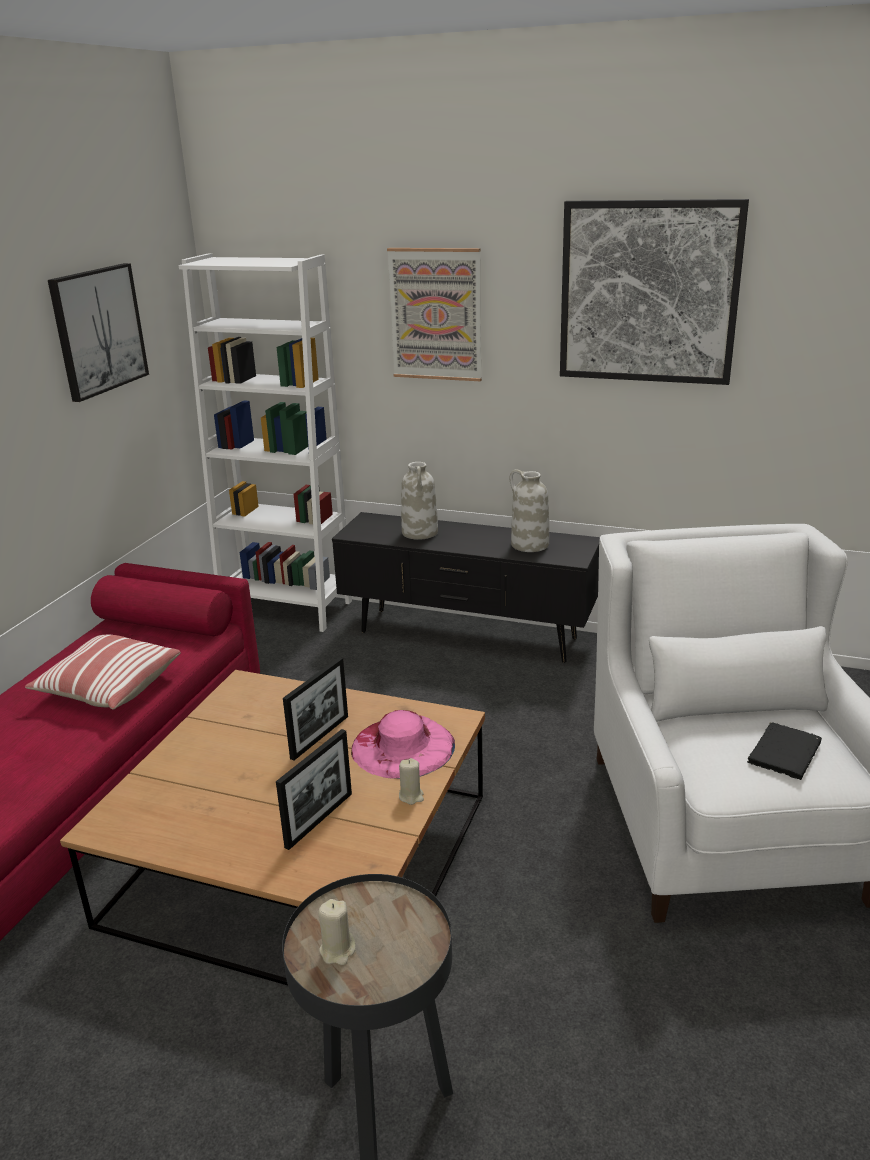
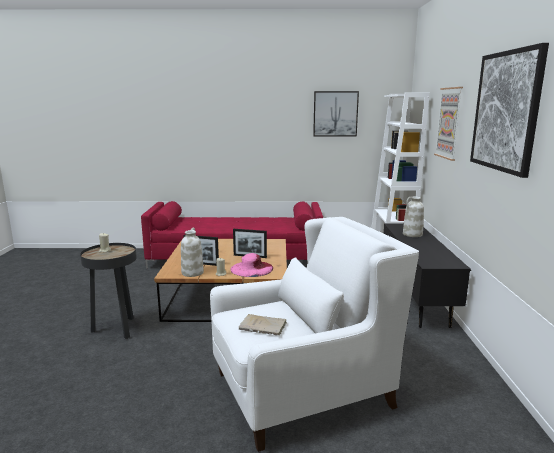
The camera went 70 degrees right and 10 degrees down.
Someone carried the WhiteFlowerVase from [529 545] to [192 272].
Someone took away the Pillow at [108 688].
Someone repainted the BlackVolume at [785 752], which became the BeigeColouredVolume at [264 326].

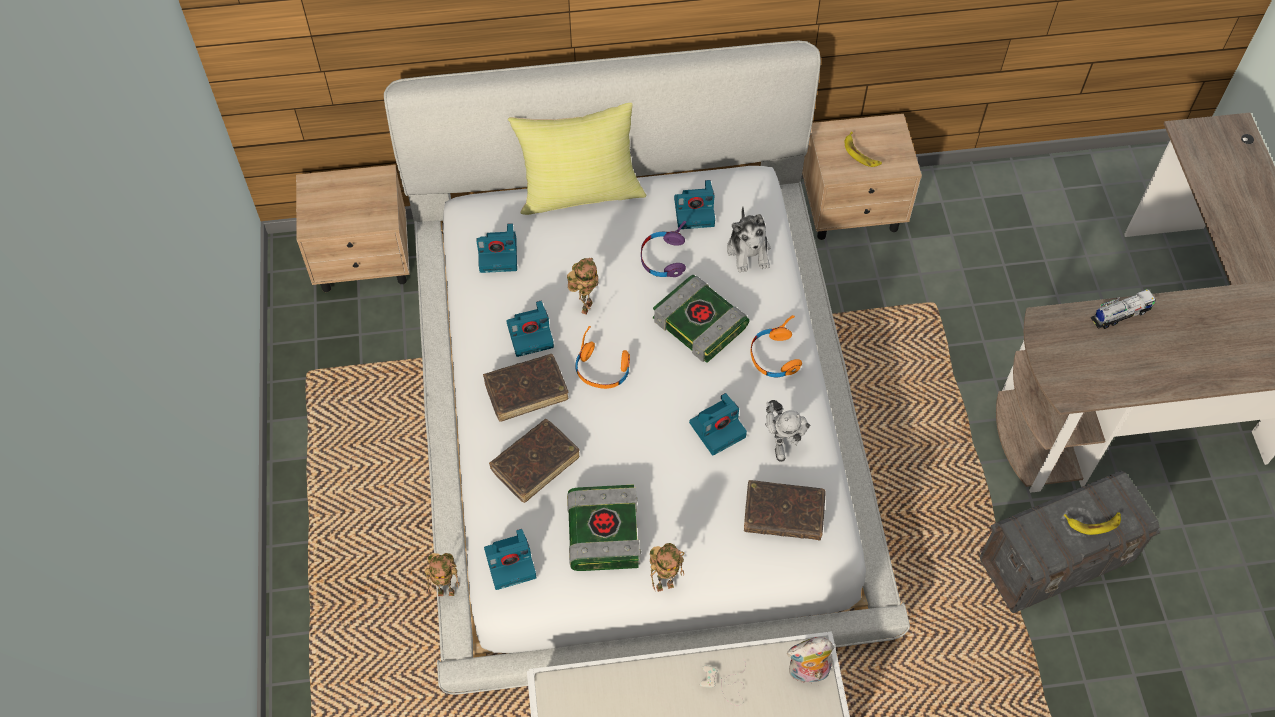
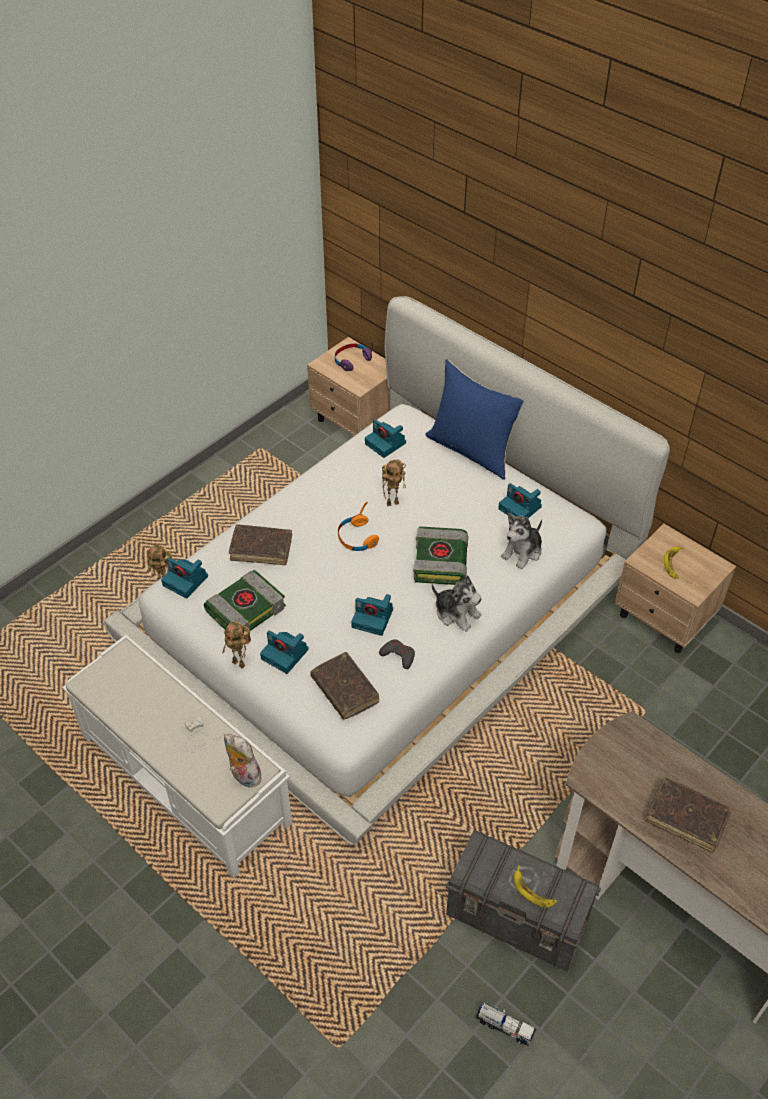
The camera went 50 degrees right and 10 degrees down.
Someone repainted the YellowishPillow at [580 192], which became the BlueColouredPillow at [472 450].
Someone carried the PurplishHeadphones from [663 259] to [352 360].
Someone carried the ModelTruck from [1120 315] to [504 1027].
Someone carried the StillCamera from [531 334] to [286 654].
Someone swapped the OrangeColouredHeadphones at [774 357] for the SoftToy at [456 613].
Someone carried the BrownColouredVolume from [526 391] to [686 818].
Someone swapped the ModelRobot at [780 440] for the GrayJoypad at [398 655].

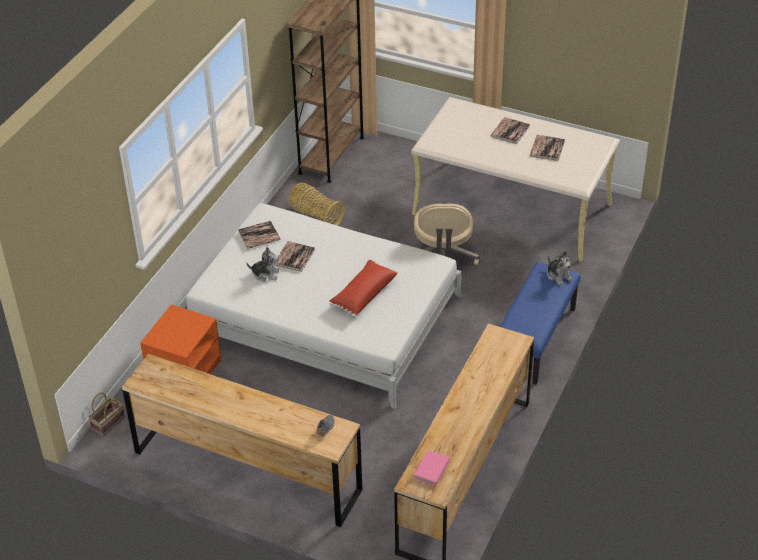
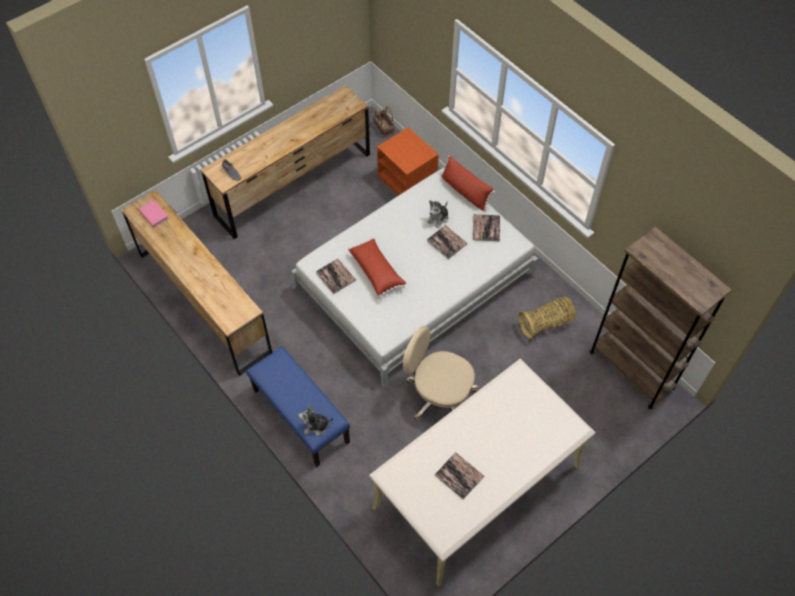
The camera went 115 degrees right and 15 degrees up.
Someone carried the Volume from [510 131] to [336 276].
Someone put down the ReddishPillow at [465 191].

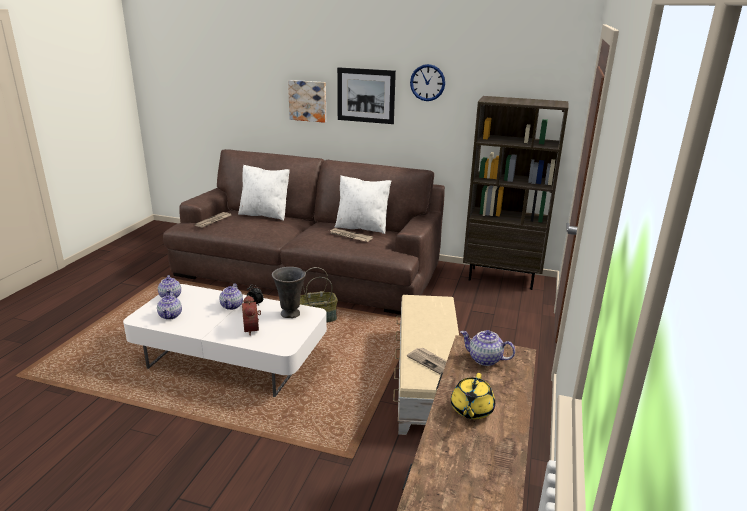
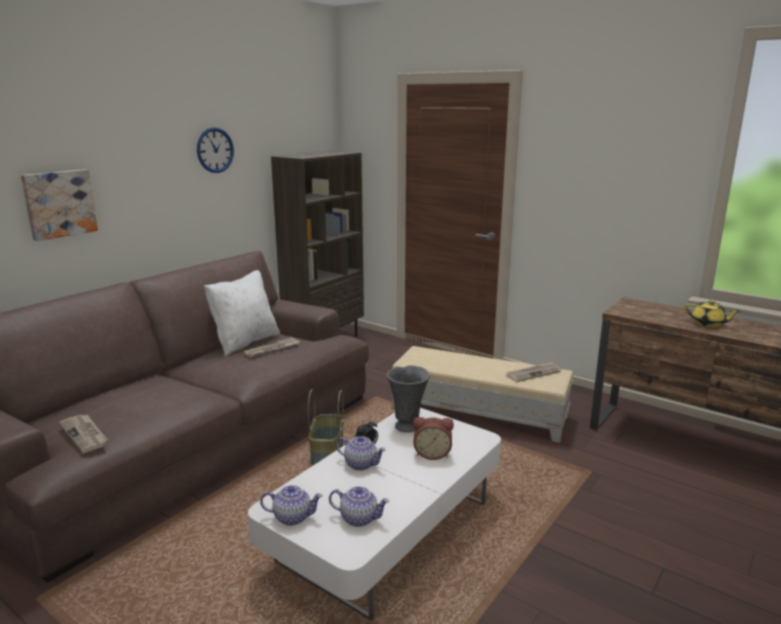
The camera went 70 degrees left and 5 degrees down.
Someone took away the Picture at [366 95].
Someone took away the WhitePillow at [265 214].
Someone took away the TeaPot at [484 359].

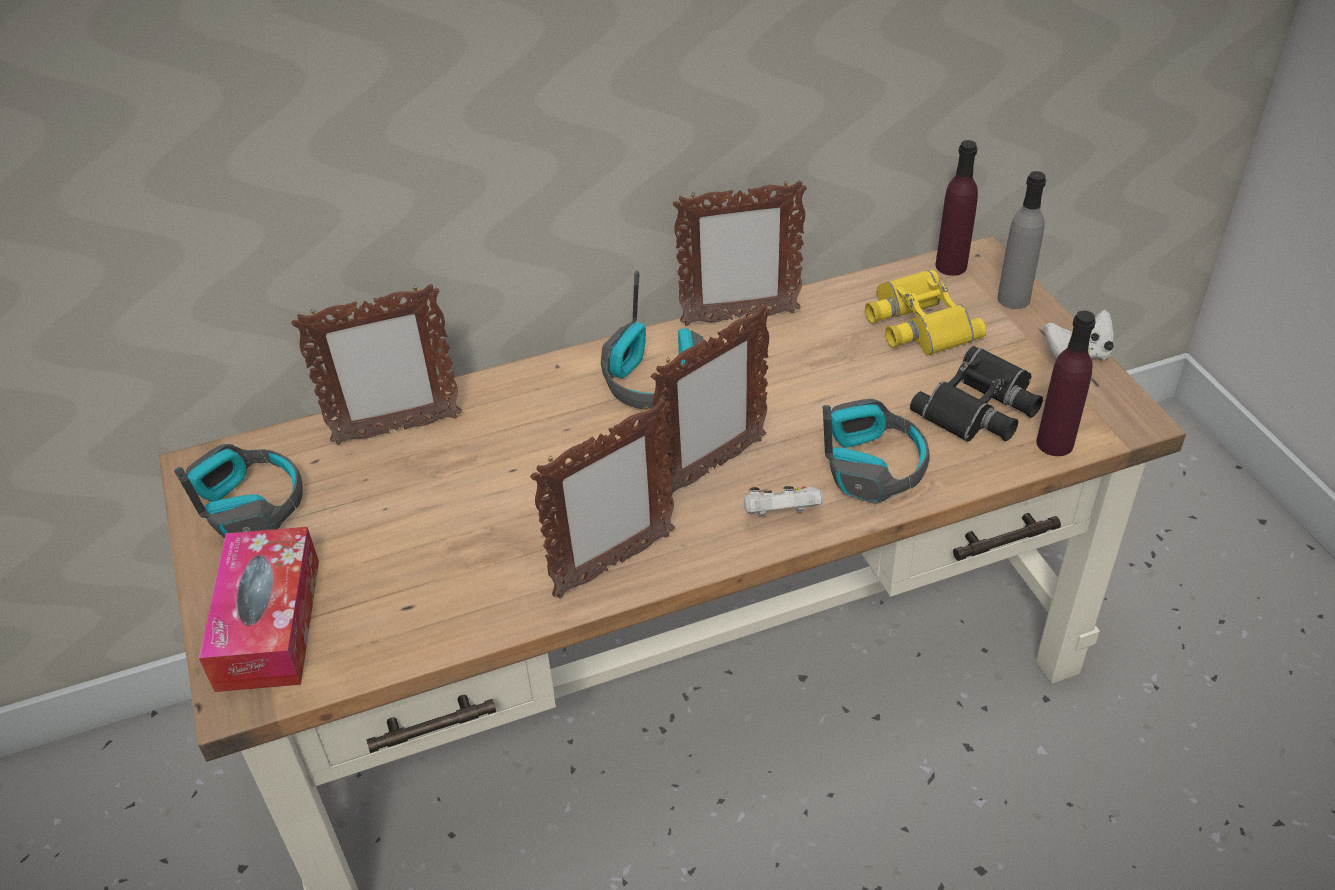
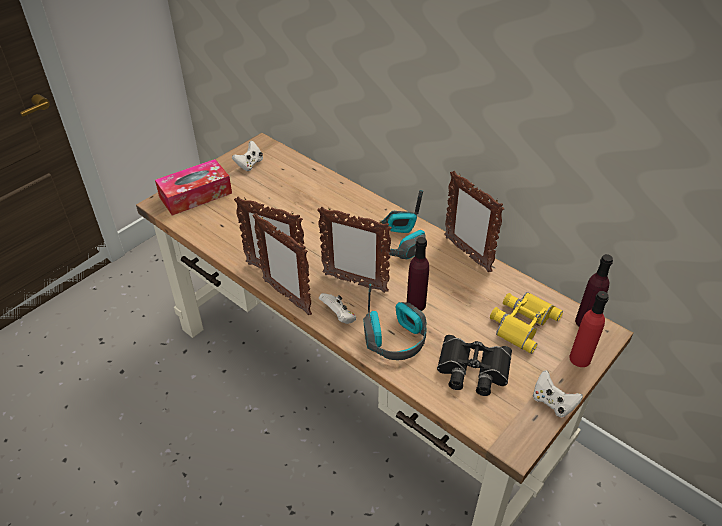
The camera went 60 degrees right and 0 degrees up.
Someone repainted the GrayBottle at [1013 299], which became the ReddishBottle at [580 358].
Someone carried the StandingFrame from [396 430] to [286 297].
Someone carried the PurplishBottle from [1055 443] to [416 304].
Someone swapped the Headphones at [250 505] for the WhiteJoypad at [249 164].

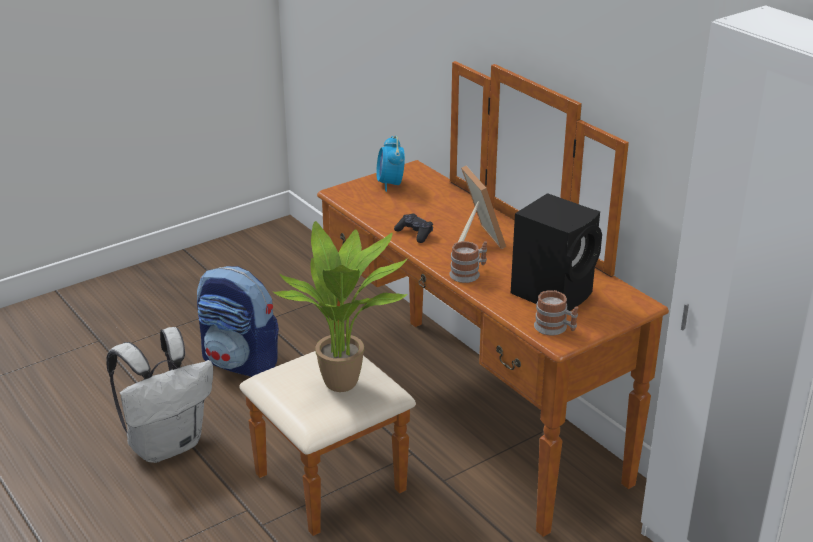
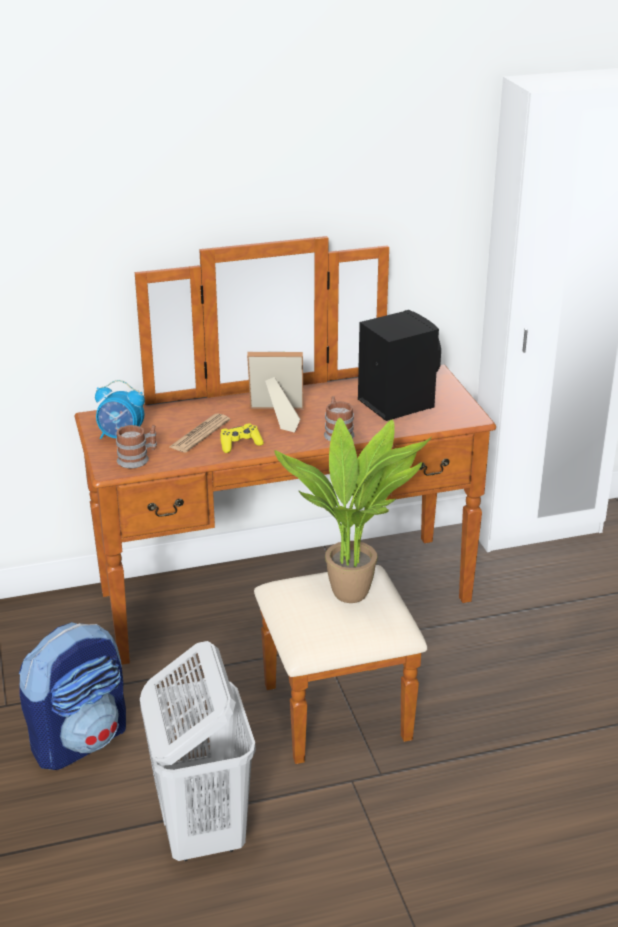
The camera went 70 degrees left and 0 degrees up.
Someone repainted the BlackJoypad at [414 233], which became the YellowishJoypad at [240 444].
Someone carried the Mug from [555 328] to [138 459].
Someone swapped the WhiteKnapsack at [167 444] for the WhiteWashingBasket at [201 830].
Someone put down the DailyPaper at [199 434].

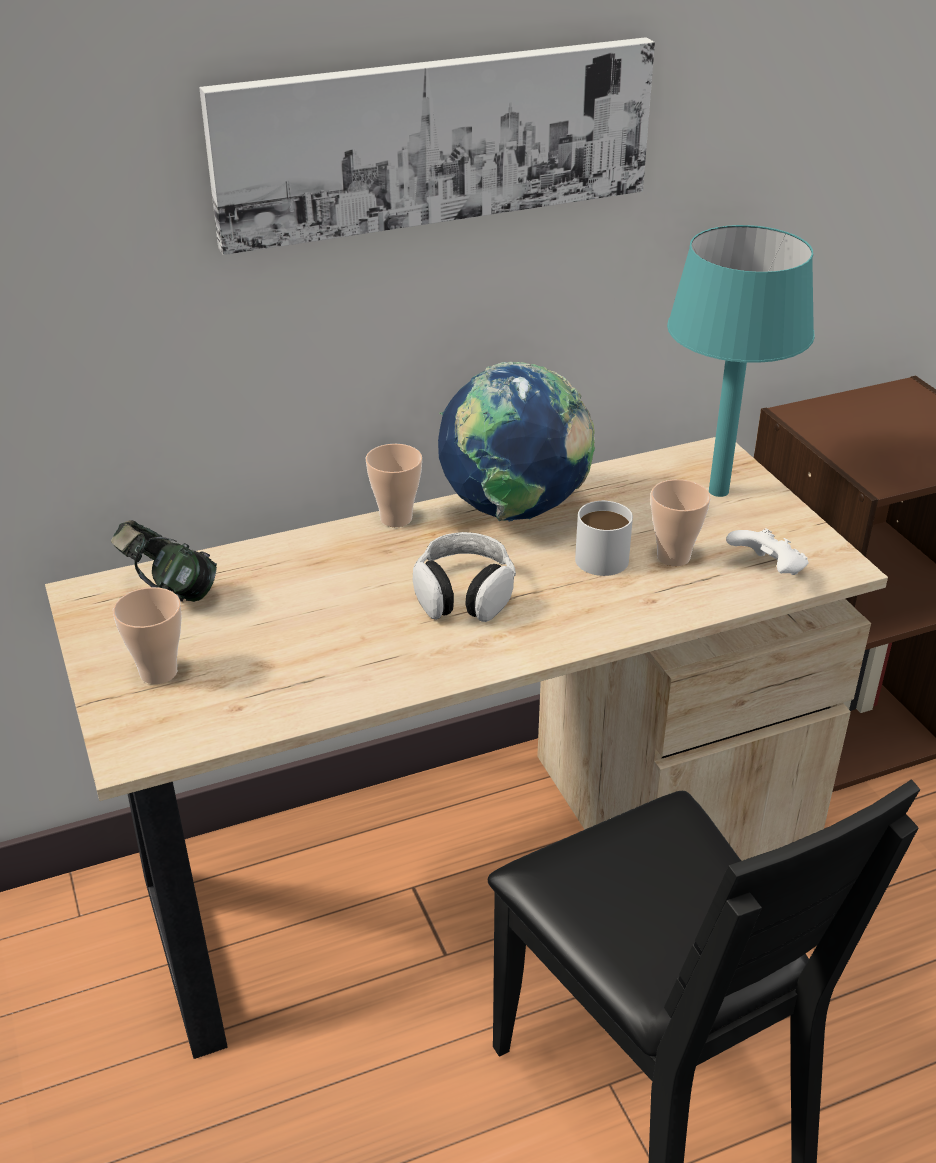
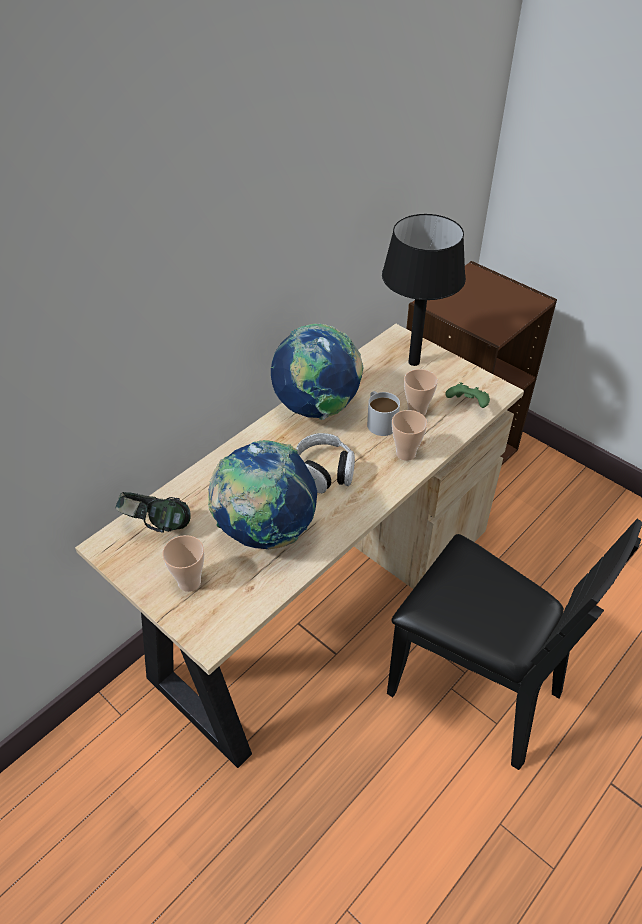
The camera went 25 degrees left and 10 degrees up.
Someone took away the Picture at [435 140].
Someone repainted the TurquoiseTabletopLamp at [719 491], which became the BlackTabletopLamp at [414 362].
Someone carried the Cup from [396 518] to [405 453].
Someone repainted the WhiteJoypad at [767 570], which became the GreenColouredJoypad at [467 405].
Someone put down the Globe at [265 531].

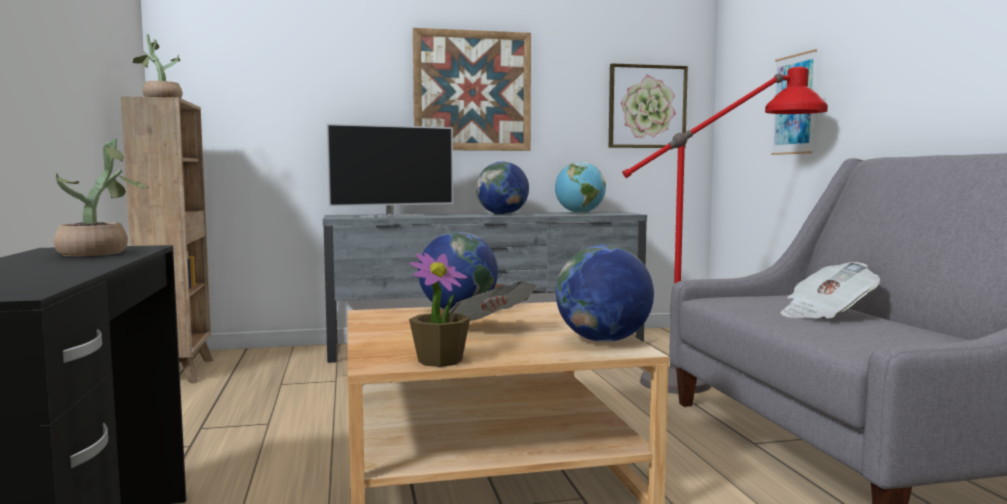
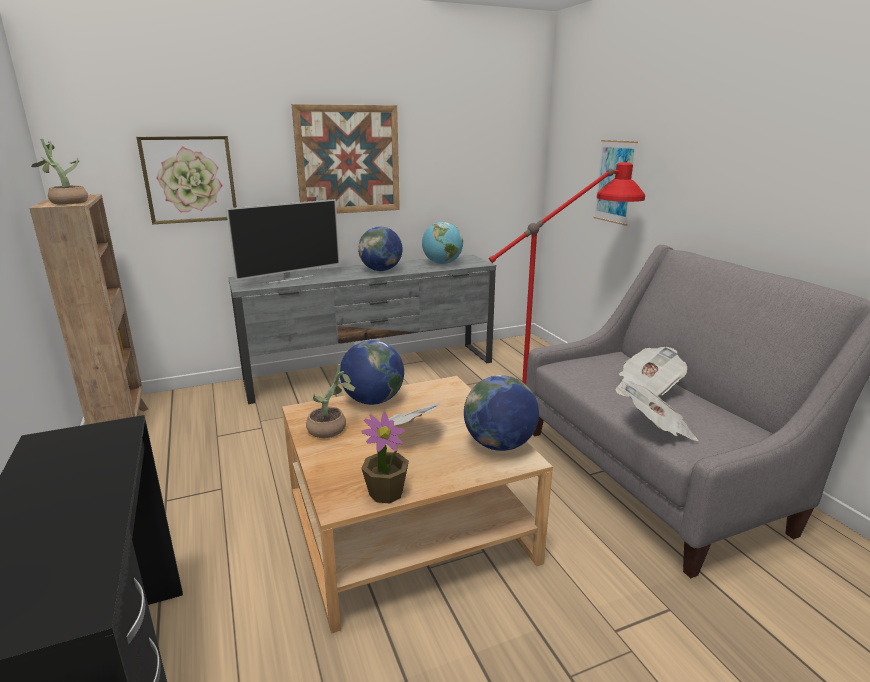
The camera went 10 degrees left and 15 degrees up.
Someone carried the Picture from [647 106] to [189 179].
Someone carried the PlantInAPot from [100 253] to [332 429].
Someone put down the DailyPaper at [657 429].

